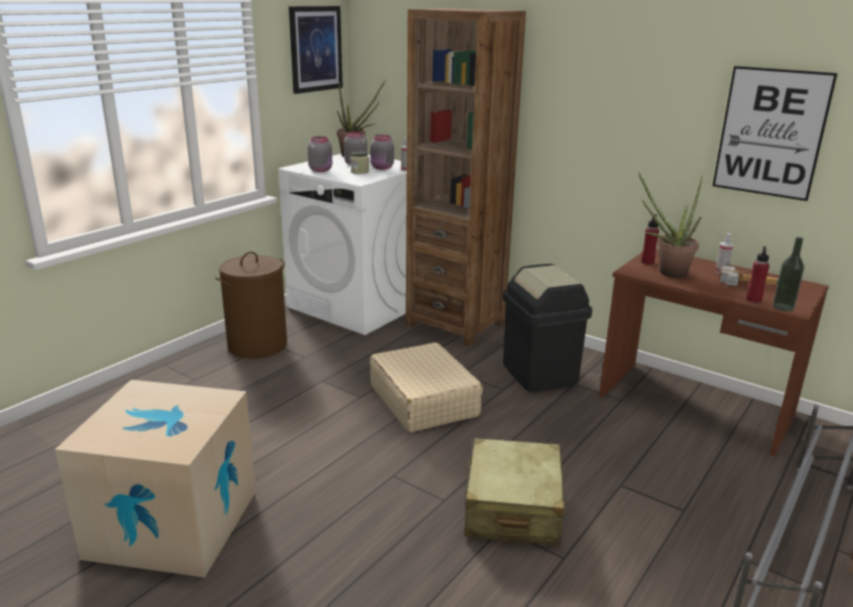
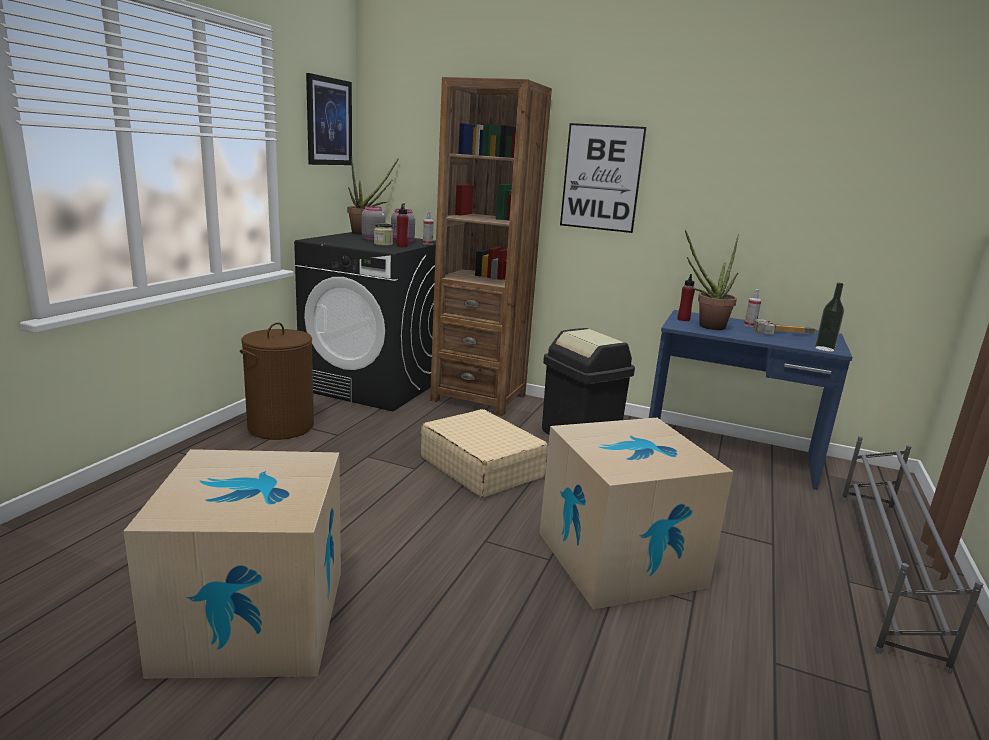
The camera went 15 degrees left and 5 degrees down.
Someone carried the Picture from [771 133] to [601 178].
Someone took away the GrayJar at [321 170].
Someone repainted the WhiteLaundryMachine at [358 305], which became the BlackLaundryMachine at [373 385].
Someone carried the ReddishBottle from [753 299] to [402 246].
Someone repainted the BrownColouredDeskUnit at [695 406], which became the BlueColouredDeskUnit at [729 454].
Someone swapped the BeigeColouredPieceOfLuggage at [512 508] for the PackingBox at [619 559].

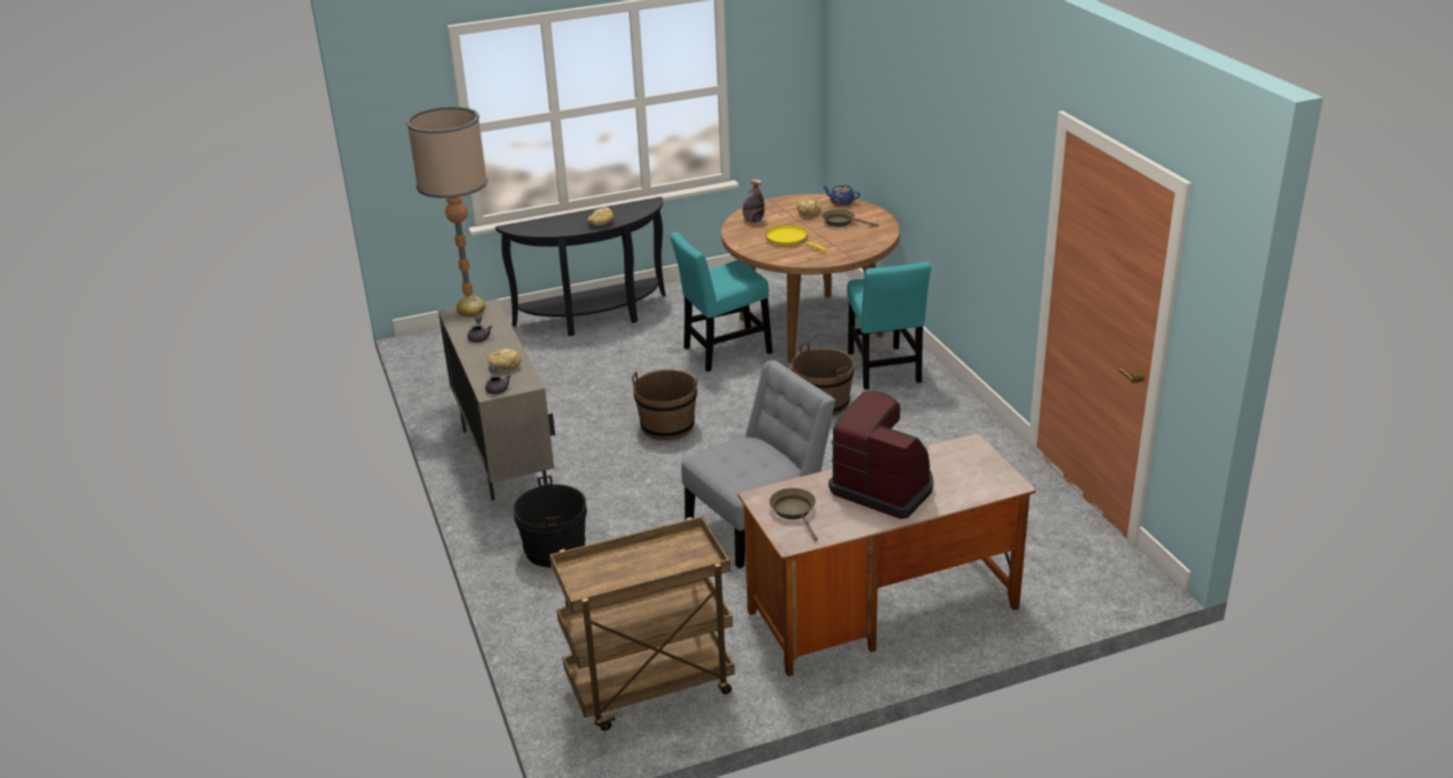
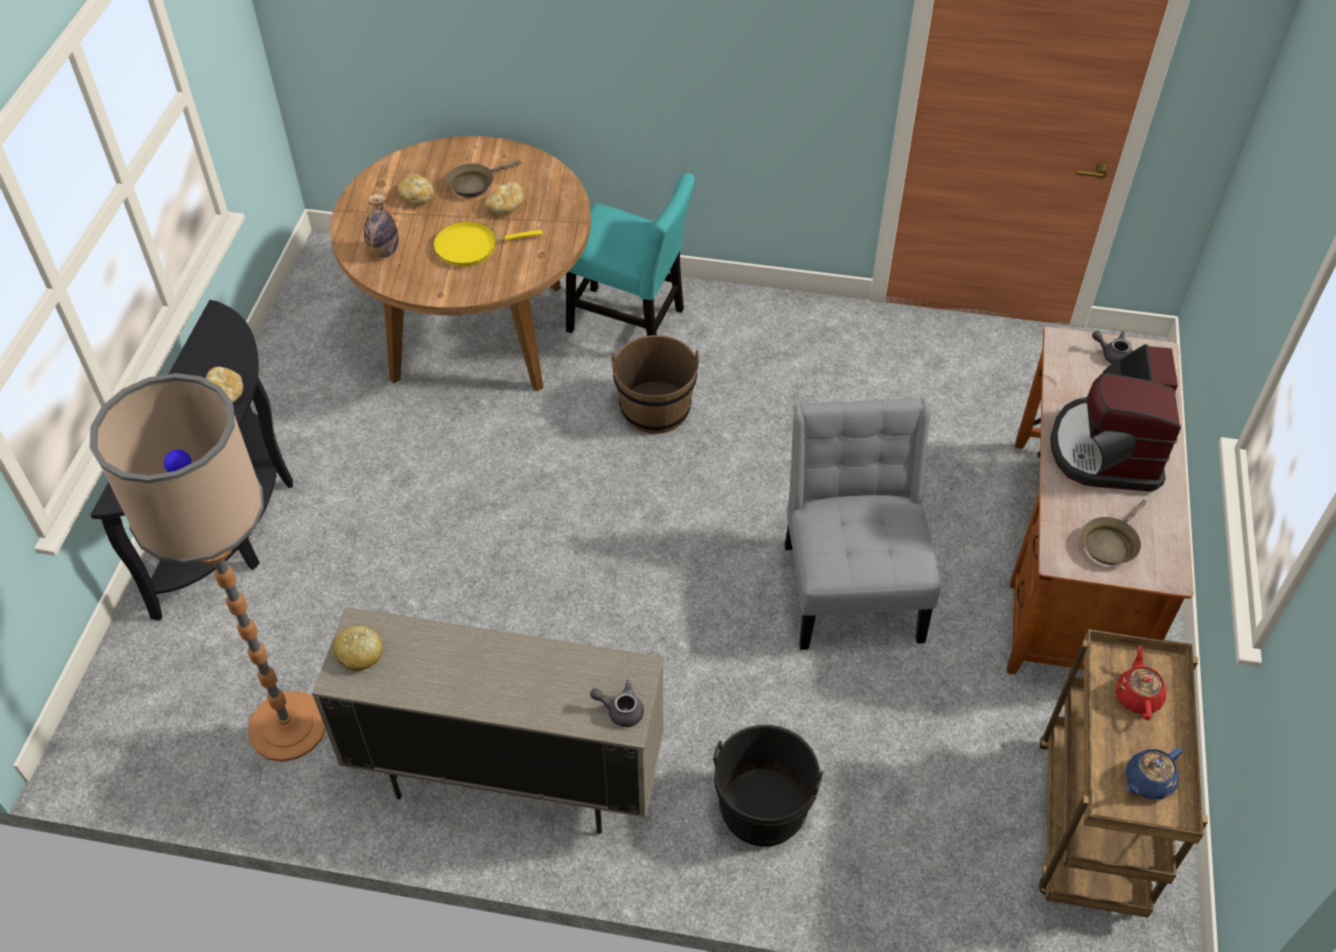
The camera went 60 degrees left and 20 degrees up.
Someone carried the BlueColouredTeaPot from [841 202] to [1147 781].
Someone took away the TurquoisePlainChair at [723 352].
Someone carried the GrayTeaPot from [479 337] to [1112 354].
Someone carried the Bread from [504 366] to [506 207].
Someone took away the BrownColouredPail at [667 426].
Someone rotated the CoffeeMachine at [884 488] by 60 degrees counterclockwise.
Someone rotated the BrownColouredPan at [795 512] by 60 degrees counterclockwise.
Someone put down the ReddishTeaPot at [1137 696].

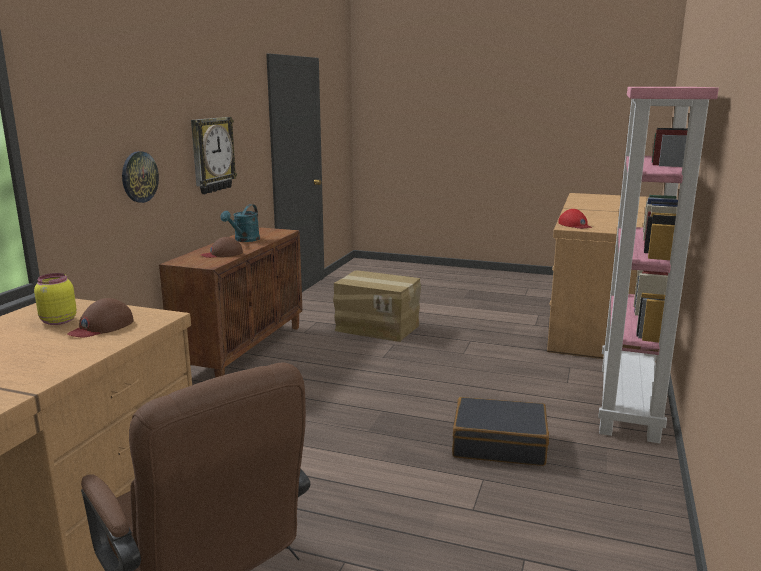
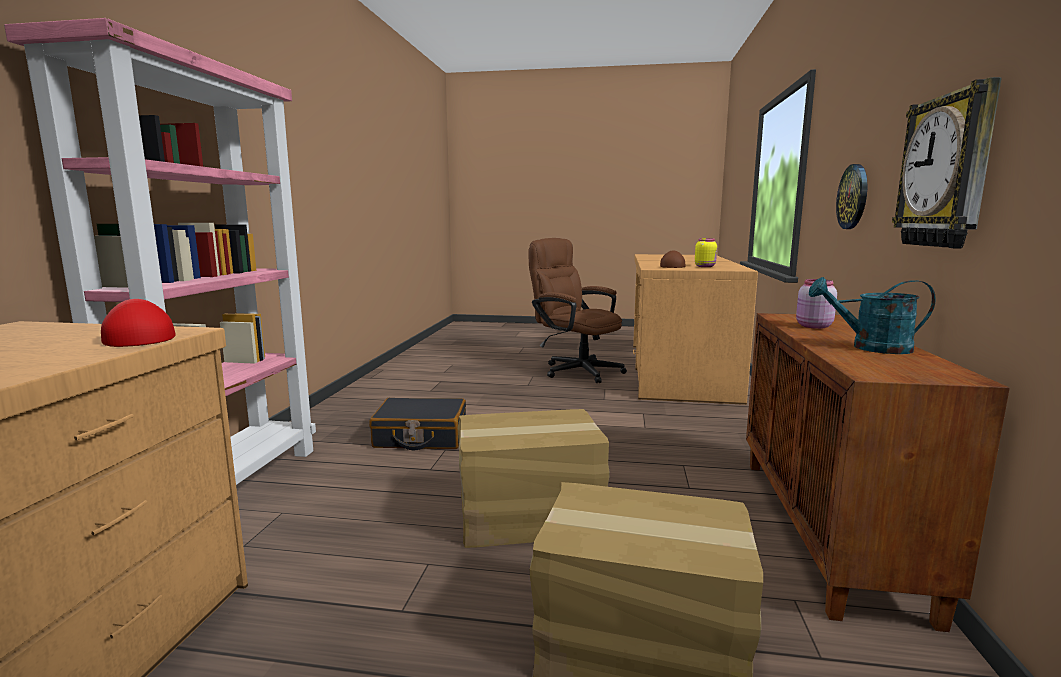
The camera went 170 degrees right and 5 degrees down.
Someone rotated the TurquoiseSprinklingCan at [244 240] by 90 degrees counterclockwise.
Someone swapped the BrownColouredPeakedCap at [222 254] for the PinkishJar at [812 326].
Someone put down the PackingBox at [529 516].

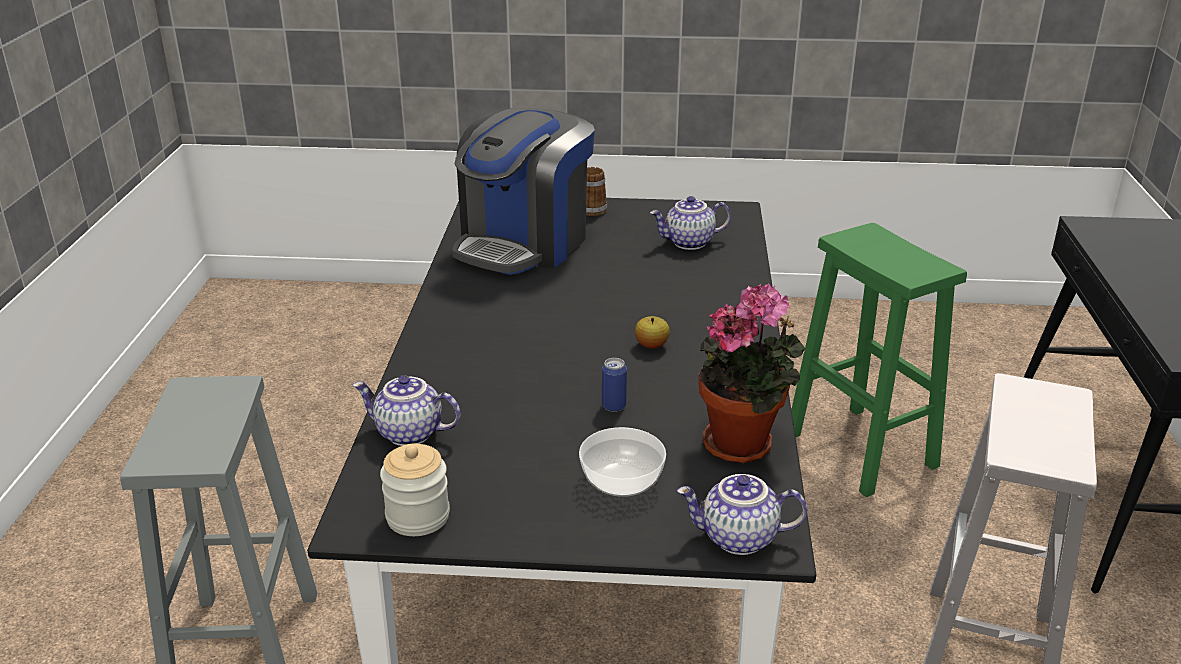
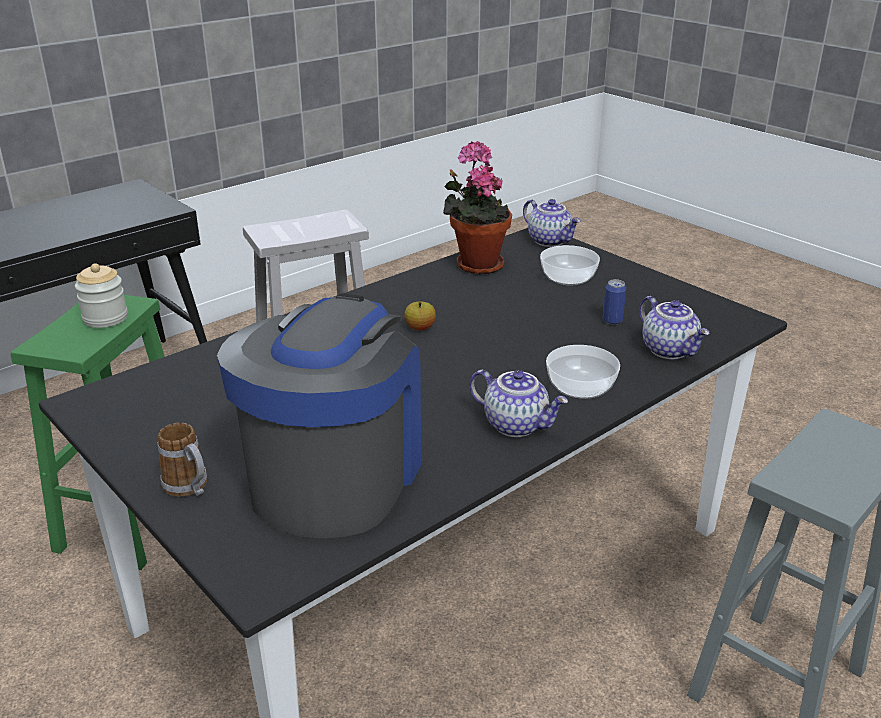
The camera went 135 degrees left and 0 degrees up.
Someone rotated the CoffeeMachine at [524 243] by 60 degrees counterclockwise.
Someone carried the TeaPot from [689 243] to [517 425].
Someone carried the MetalCan from [613 406] to [612 320].
Someone carried the Jar from [418 517] to [105 318].
Someone put down the ServingBowl at [581 387].

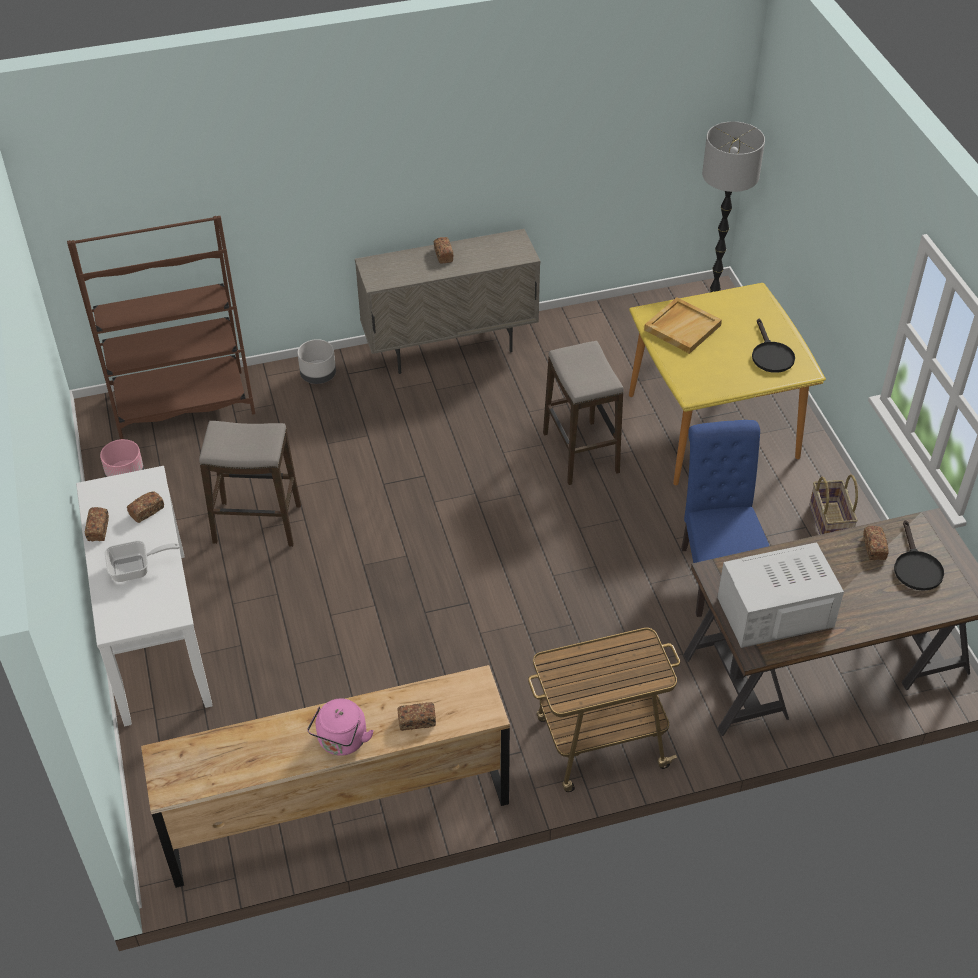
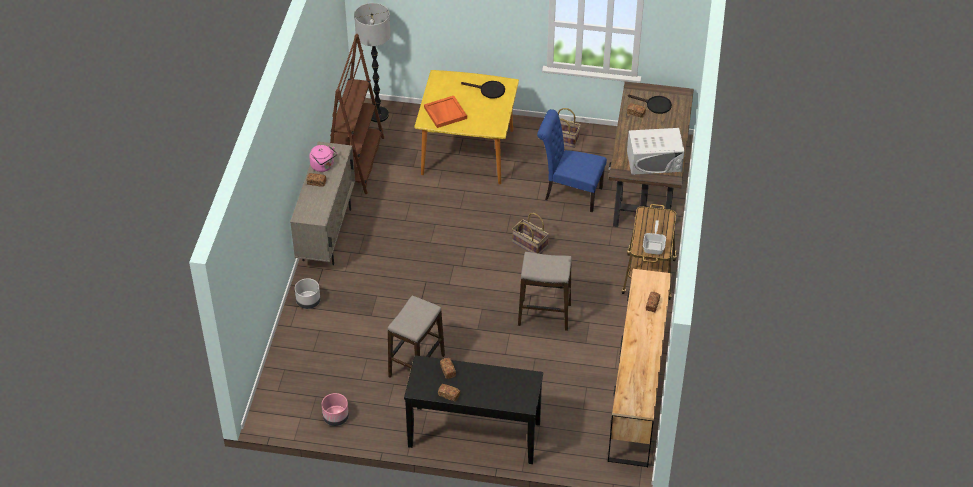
The camera went 65 degrees left and 0 degrees up.
Someone carried the BrownColouredShelvingUnit from [182 405] to [355 164].
Someone repainted the BeigeColouredTray at [682 327], which became the OrangeColouredTray at [445 113].
Someone carried the StoolSeat from [580 453] to [544 315].
Someone repainted the WhiteNarrowTable at [154 635], which became the BlackNarrowTable at [474 435].
Someone carried the Pan from [136 569] to [654 246].
Someone rotated the WhiteKitchenMicrowave at [774 612] by 105 degrees counterclockwise.
Someone carried the PinkishWaterKettle from [341 742] to [323 166].
Someone put down the HouseholdBasket at [529 244].

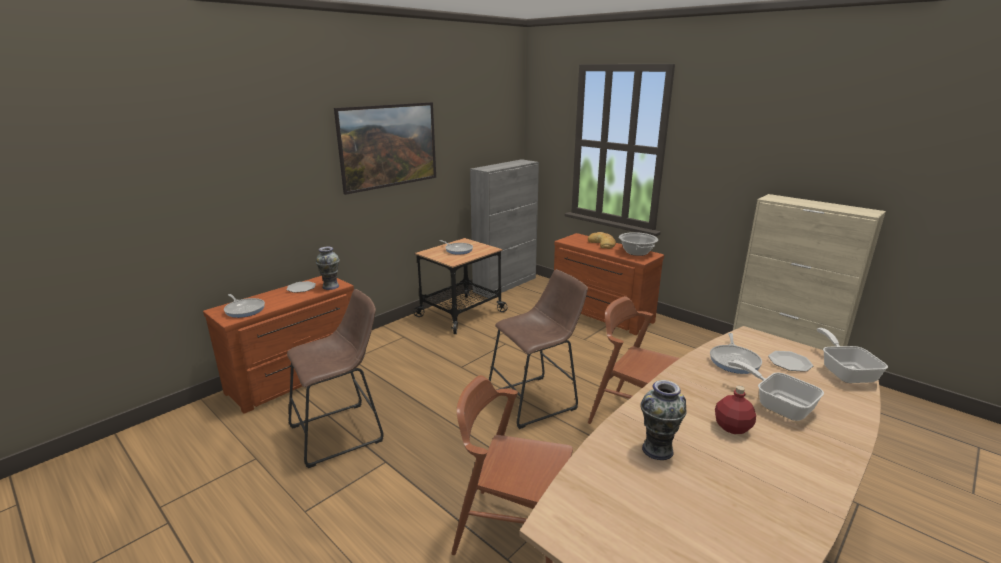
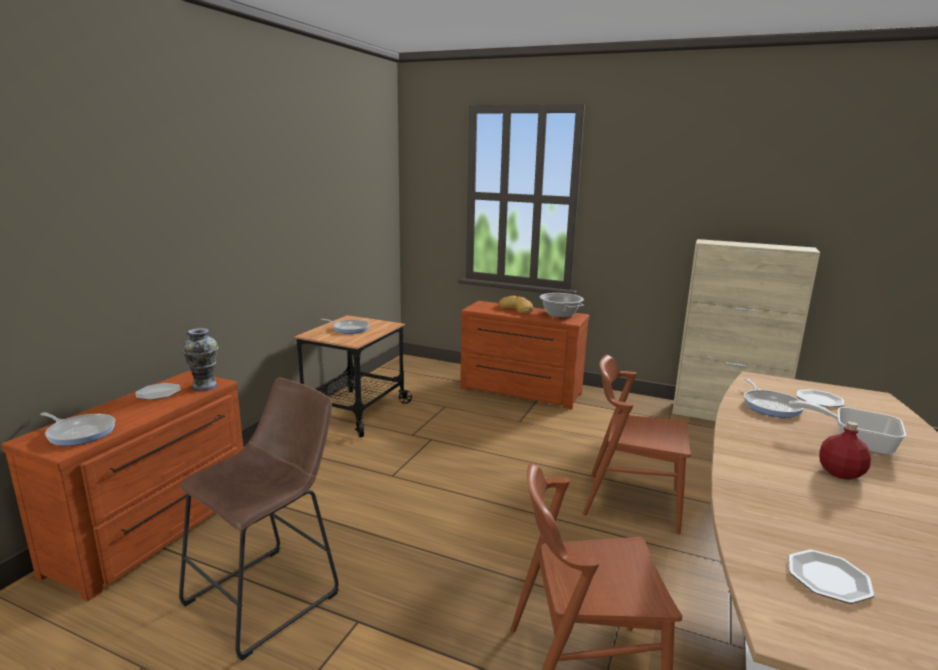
The camera went 20 degrees left and 5 degrees down.
Someone took away the Picture at [390 165].
Someone took away the GrayCupboard at [505 284].
Someone took away the BrownColouredStoolSeat at [536 400].
Someone took away the Pan at [845 371].
Someone took away the FlowerVase at [657 450].
Someone put down the Plate at [827 578].

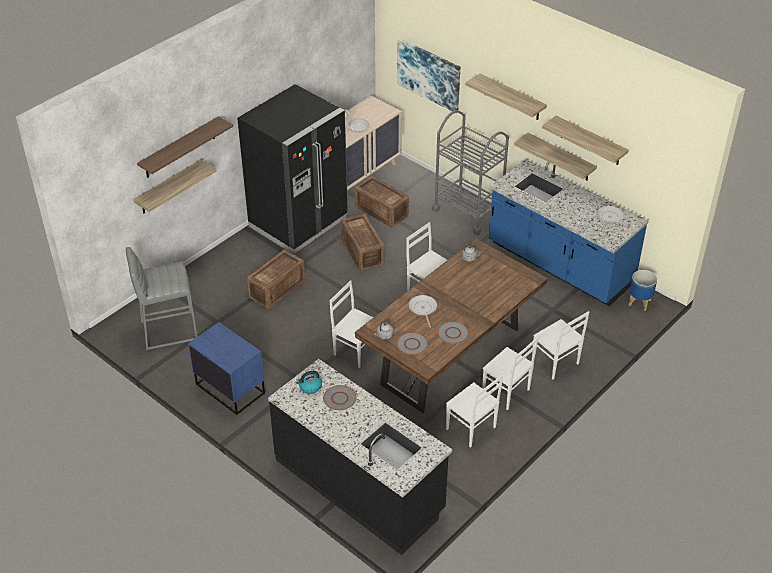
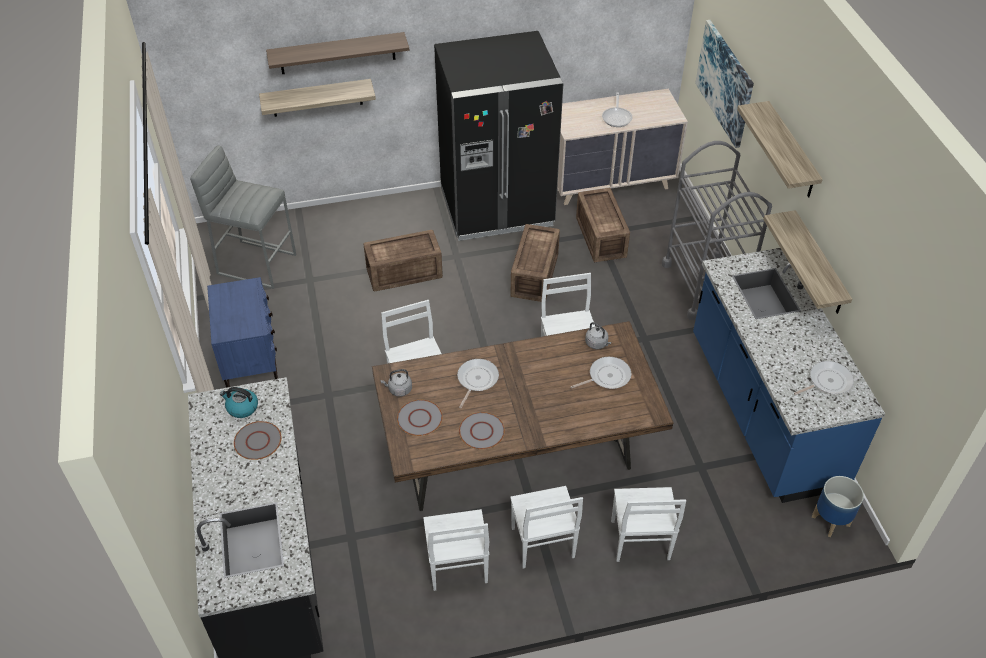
The camera went 35 degrees right and 5 degrees up.
Someone took away the BracketShelf at [590 141].
Someone put down the Pan at [607 376].

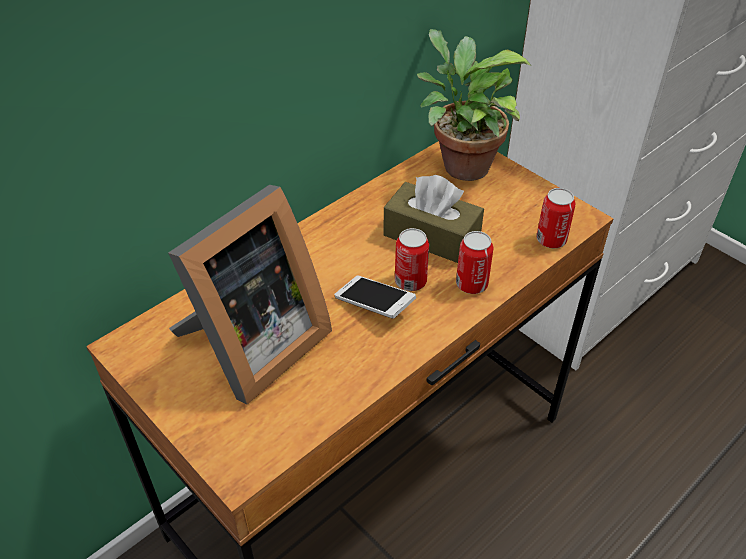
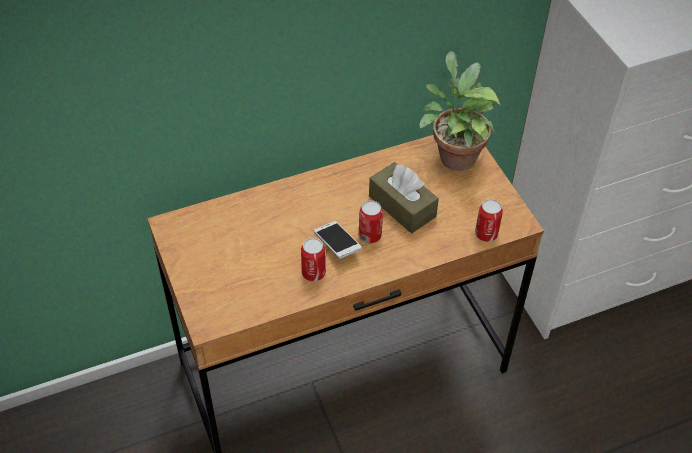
The camera went 20 degrees right and 5 degrees up.
Someone took away the StandingFrame at [252 347].
Someone carried the MetalCan from [471 284] to [313 273].

